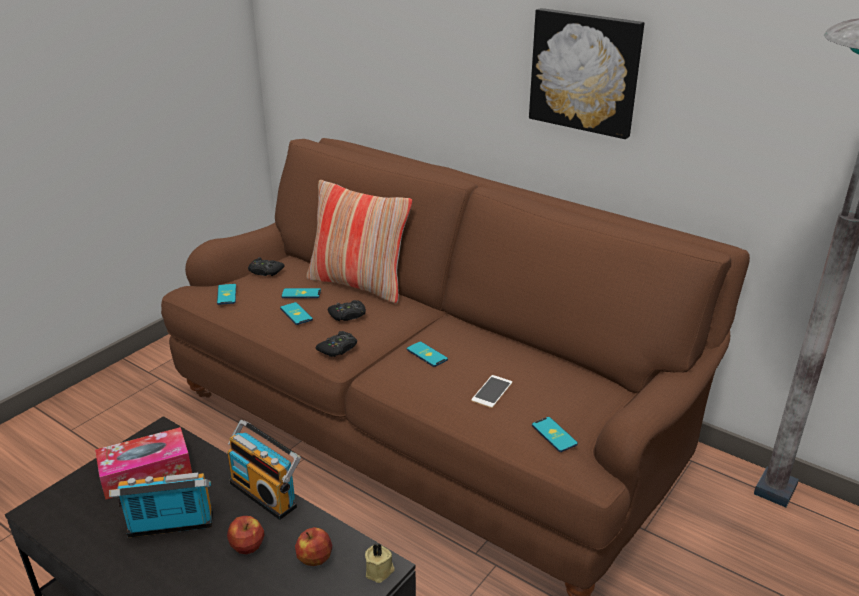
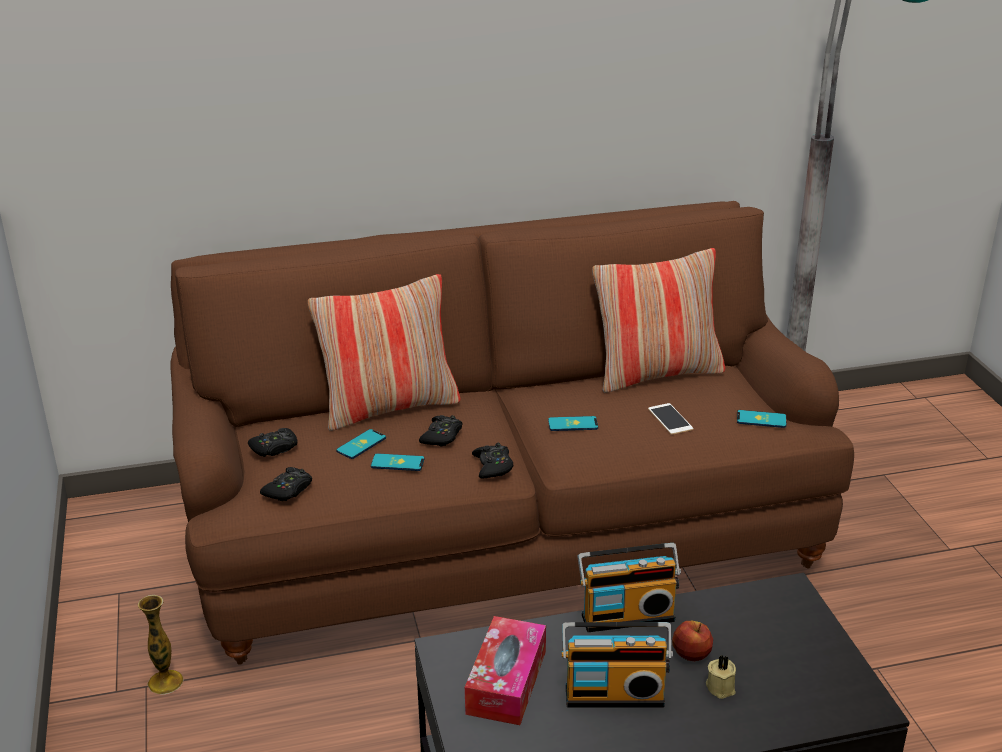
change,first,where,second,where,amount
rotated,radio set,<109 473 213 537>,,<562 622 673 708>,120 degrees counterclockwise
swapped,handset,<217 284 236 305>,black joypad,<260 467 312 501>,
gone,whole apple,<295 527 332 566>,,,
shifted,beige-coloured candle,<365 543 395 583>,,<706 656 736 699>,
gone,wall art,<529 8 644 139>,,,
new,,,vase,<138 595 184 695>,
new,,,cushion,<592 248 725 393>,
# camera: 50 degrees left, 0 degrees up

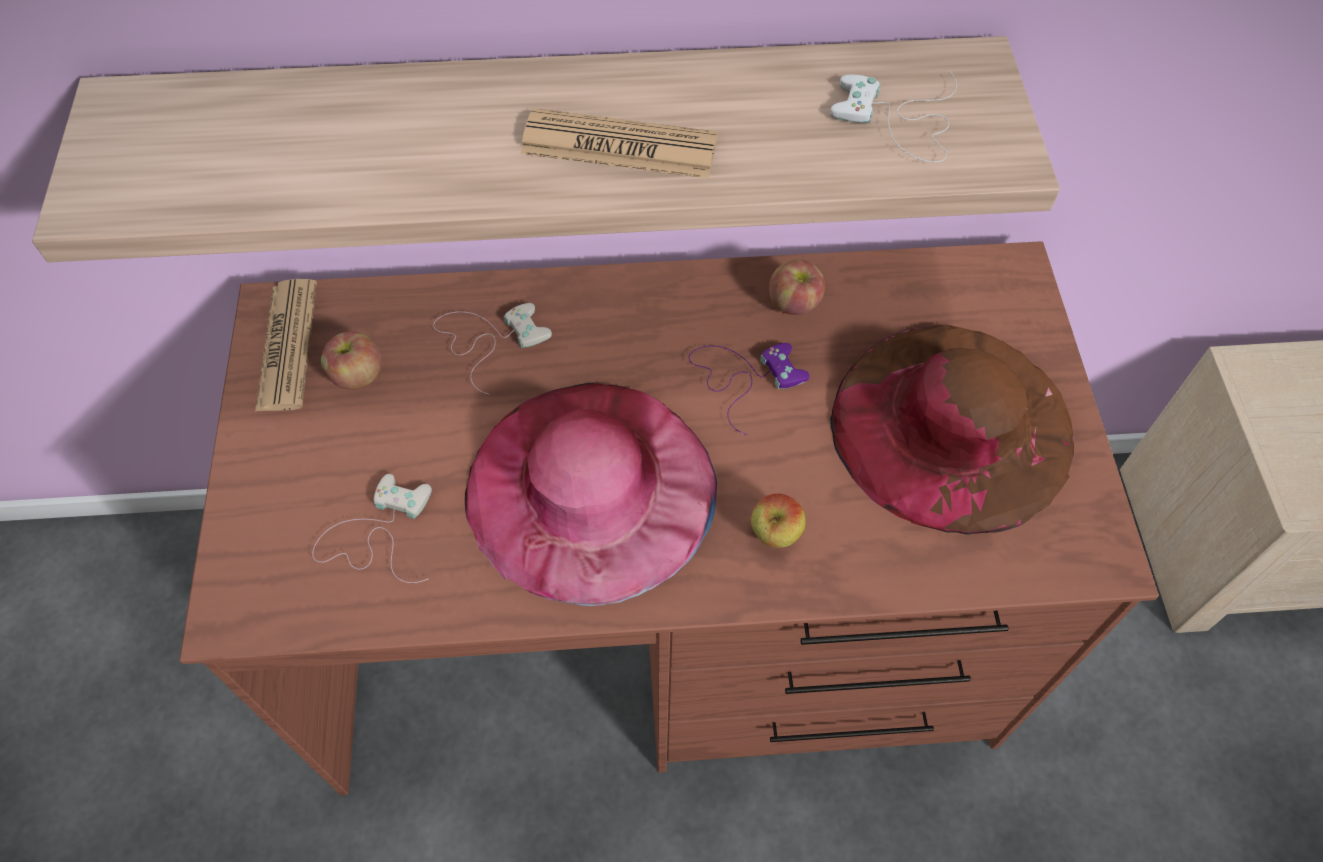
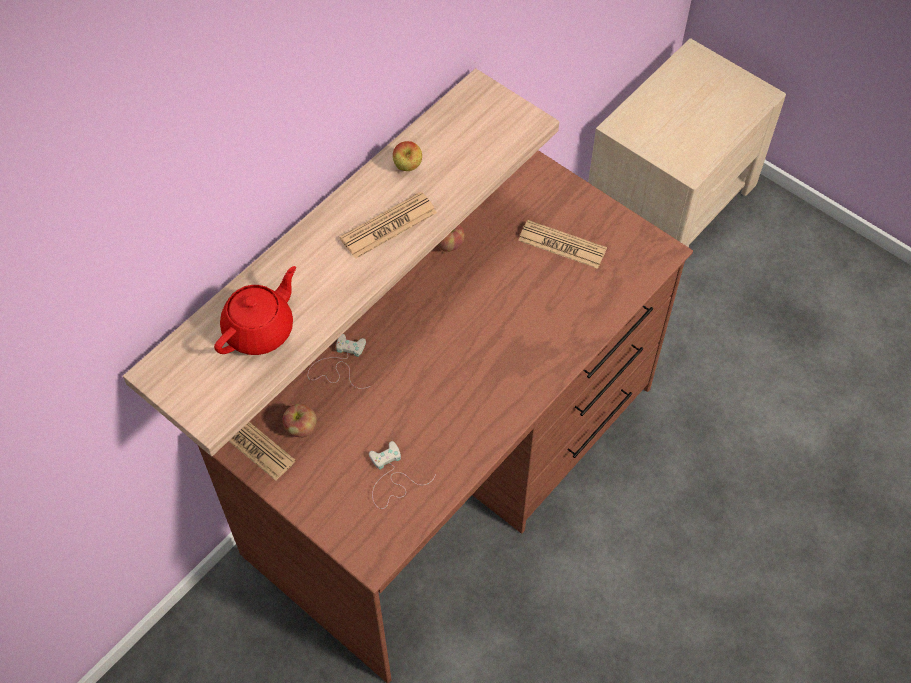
change,first,where,second,where,amount
gone,pink-coloured wearable hat,<465 383 717 606>,,,
gone,purplish joypad,<689 343 810 435>,,,
shifted,whole apple,<751 493 806 548>,,<393 141 422 171>,
gone,white-coloured joypad,<830 71 957 162>,,,
swapped,brown-coloured wearable hat,<830 325 1074 535>,daily paper,<518 220 607 269>,
new,,,reddish teapot,<214 266 296 355>,
# camera: 45 degrees left, 0 degrees up

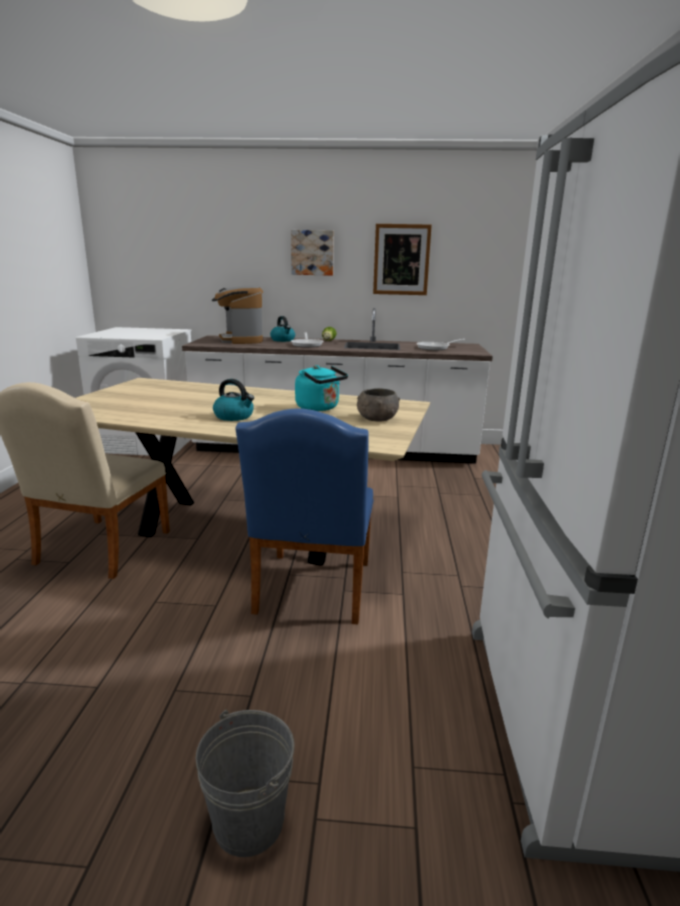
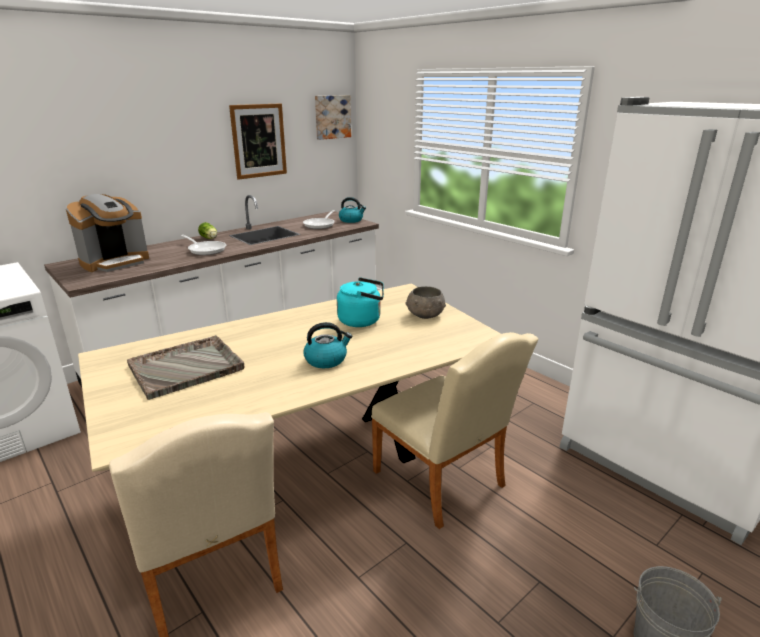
change,first,where,second,where,amount
rotated,coffee machine,<212 286 263 344>,,<66 194 149 272>,75 degrees counterclockwise
repainted,blue upright chair,<235 408 374 624>,beige-coloured upright chair,<371 332 538 529>,
shifted,kettle,<270 316 295 342>,,<339 197 366 223>,
shifted,wall art,<291 230 334 276>,,<315 95 351 140>,
new,,,greyish carrying tray,<127 335 244 400>,
# camera: 45 degrees left, 5 degrees up

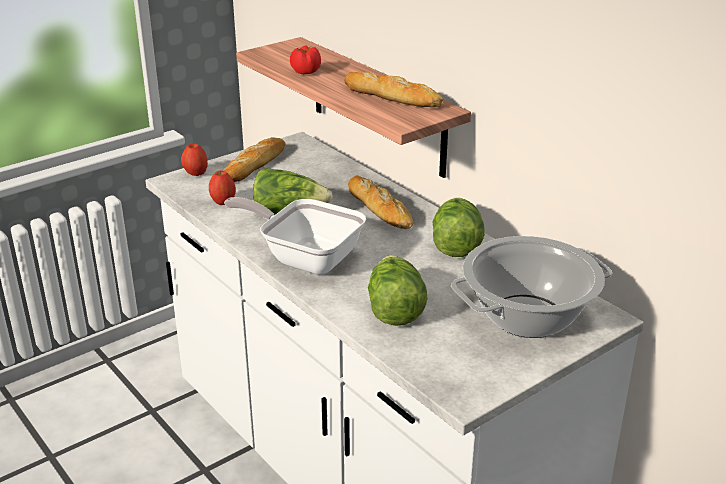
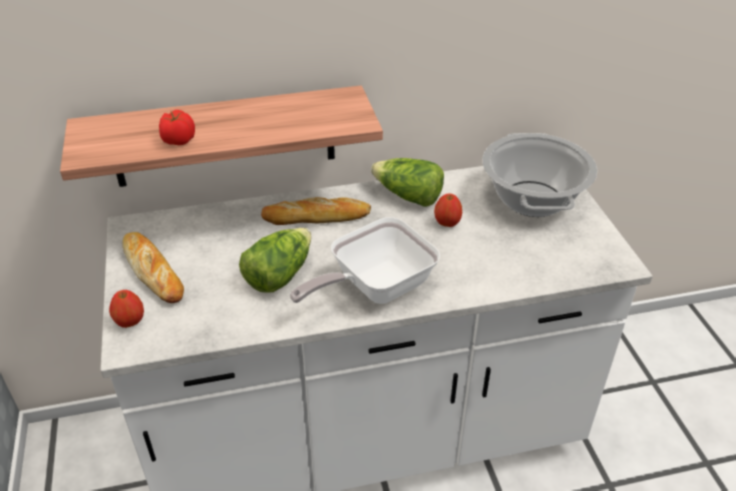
change,first,where,second,where,amount
shifted,whole apple,<209 171 236 205>,,<434 193 462 227>,
gone,bakery bread,<344 72 444 107>,,,
gone,lettuce head,<368 255 427 326>,,,
# camera: 65 degrees left, 10 degrees up

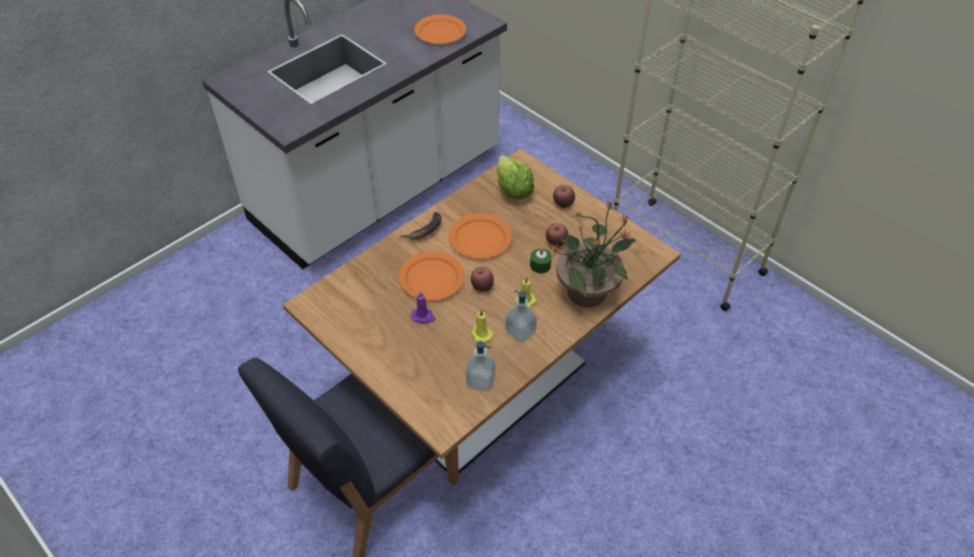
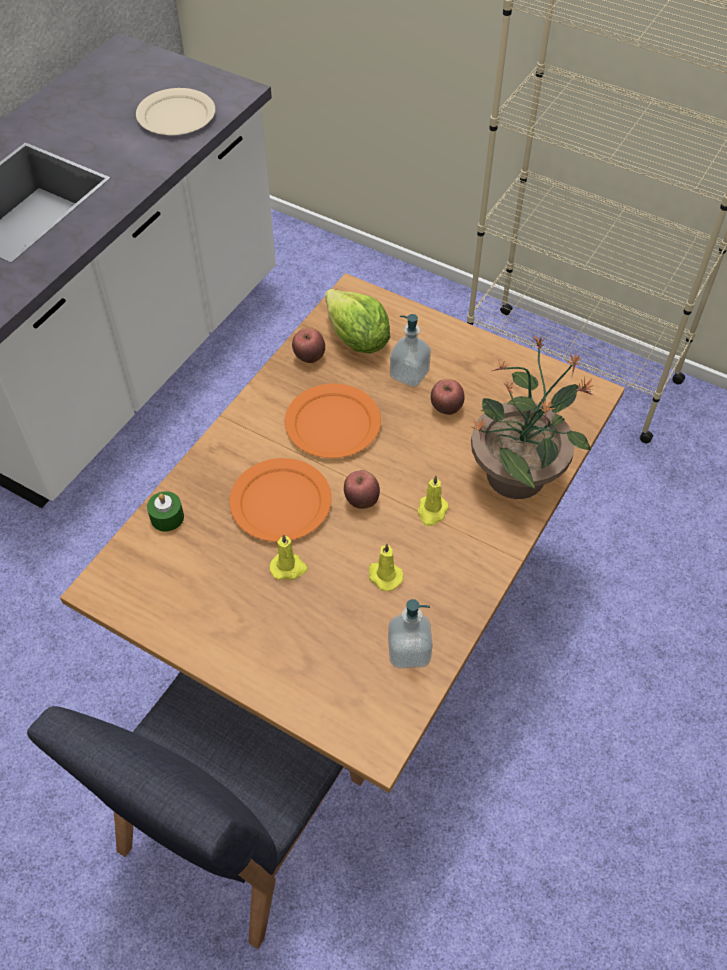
change,first,where,second,where,amount
gone,whole banana,<400 212 442 239>,,,
repainted,purplish candle,<411 291 435 324>,yellow-coloured candle,<270 534 308 580>,
repainted,orange-coloured flat dish,<414 14 466 44>,beige-coloured flat dish,<136 88 215 135>,
shifted,soap bottle,<505 290 537 342>,,<390 314 431 387>,
shifted,green-coloured candle,<530 248 552 273>,,<147 491 184 532>,
shifted,whole apple,<553 185 575 208>,,<292 328 325 363>,
# camera: 15 degrees left, 5 degrees up

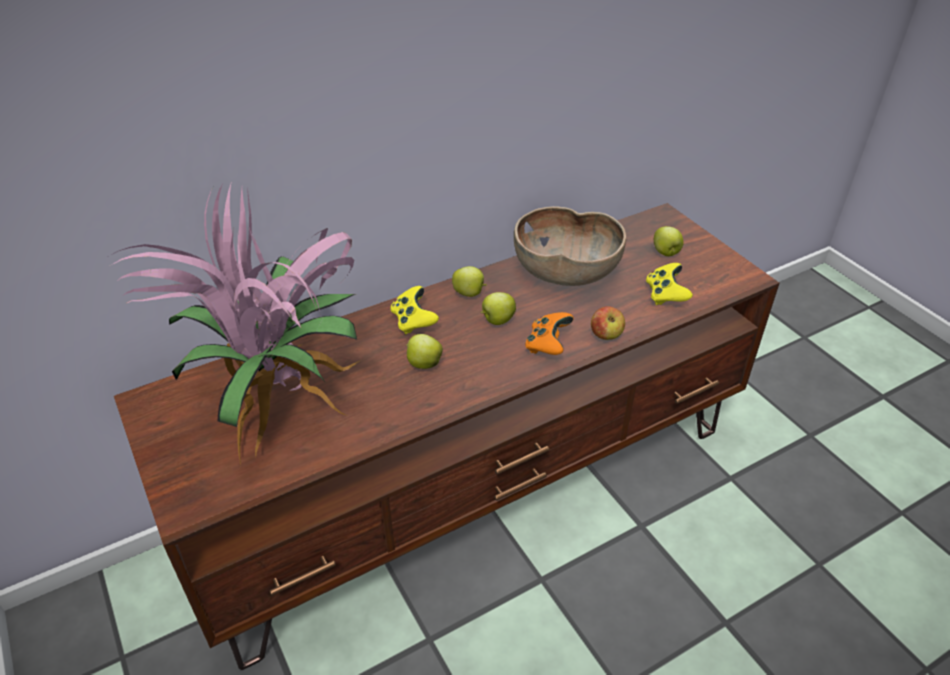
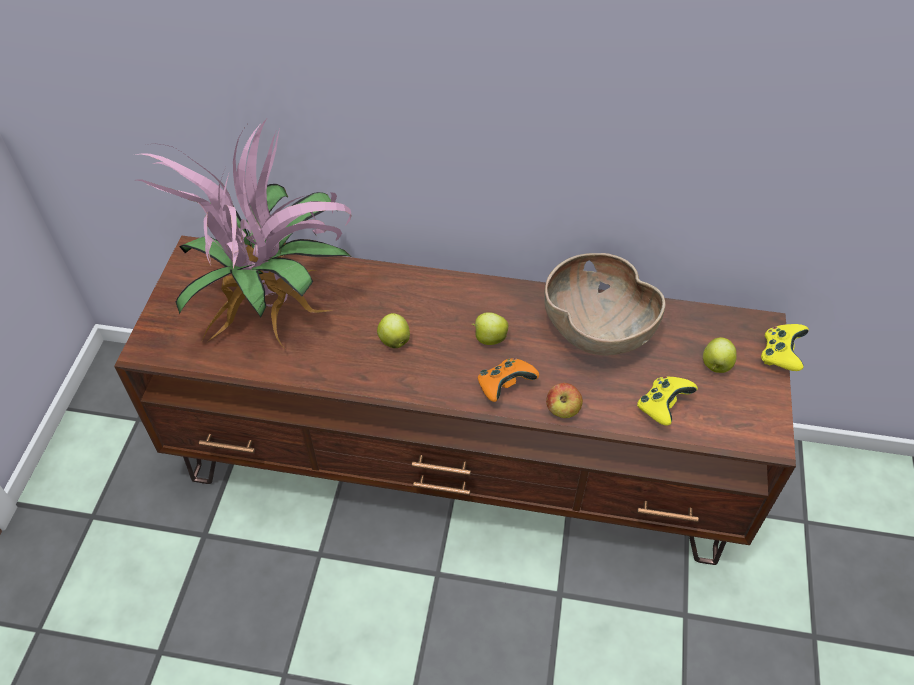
change,first,where,second,where,amount
shifted,yellow-coloured joypad,<390 286 439 334>,,<761 324 809 371>,
gone,whole apple,<452 266 487 297>,,,
# camera: 40 degrees right, 10 degrees up

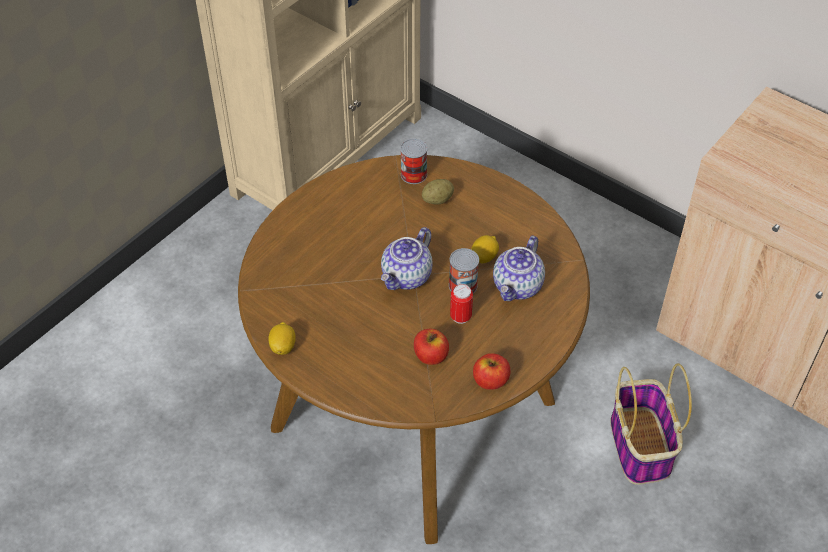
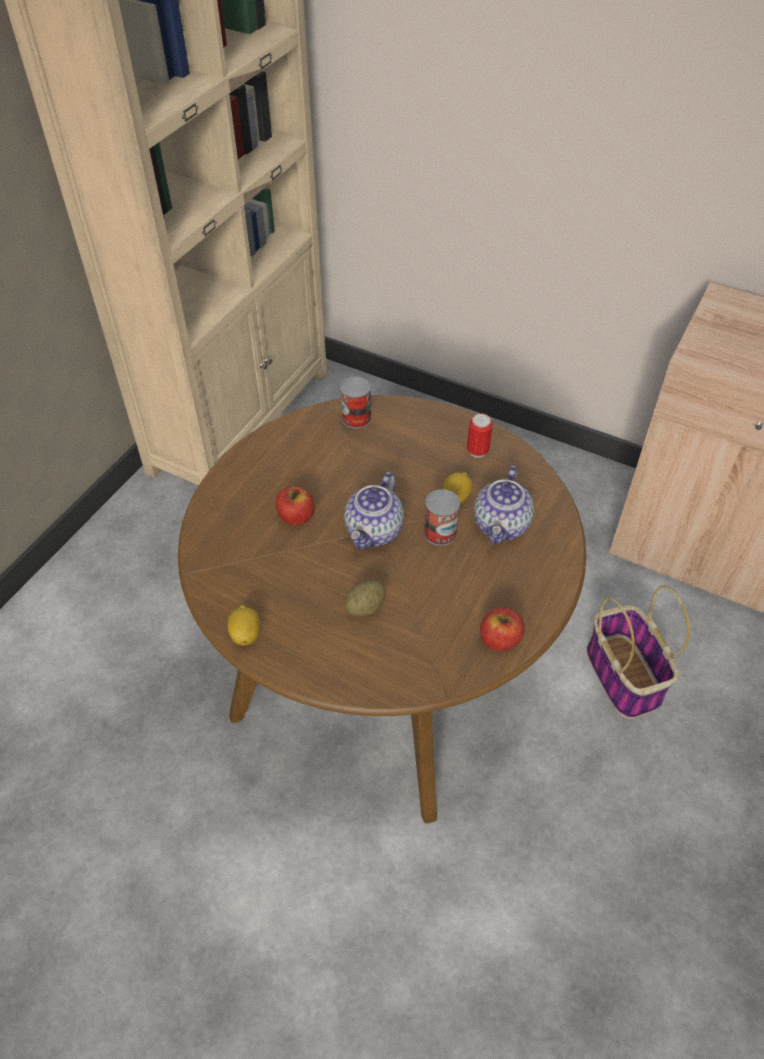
change,first,where,second,where,amount
shifted,whole apple,<414 329 449 365>,,<275 486 314 525>,
shifted,potato,<422 179 454 205>,,<345 581 386 616>,
shifted,sealed can,<450 284 473 324>,,<467 414 493 458>,
# camera: 10 degrees left, 0 degrees up

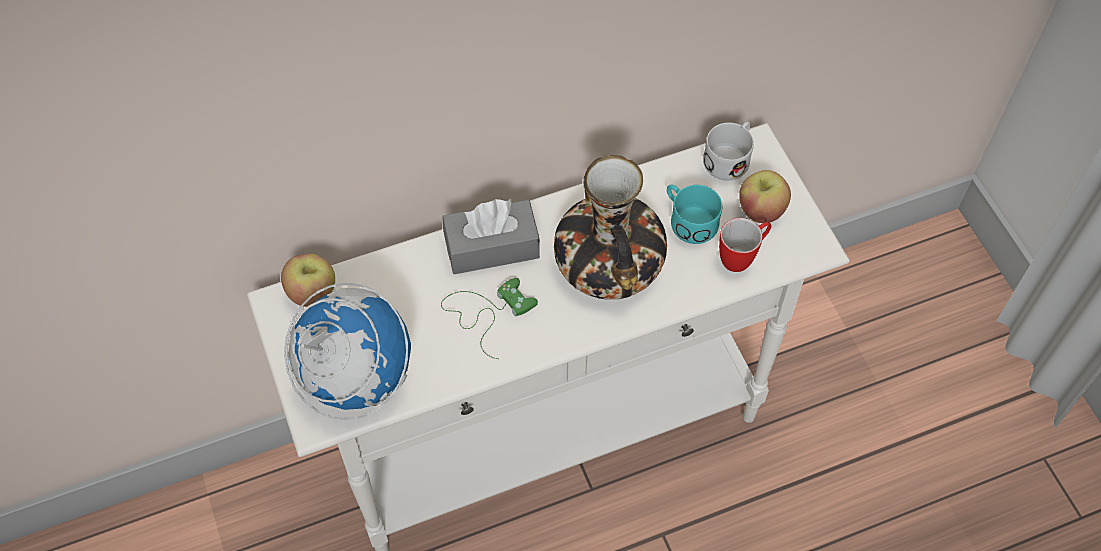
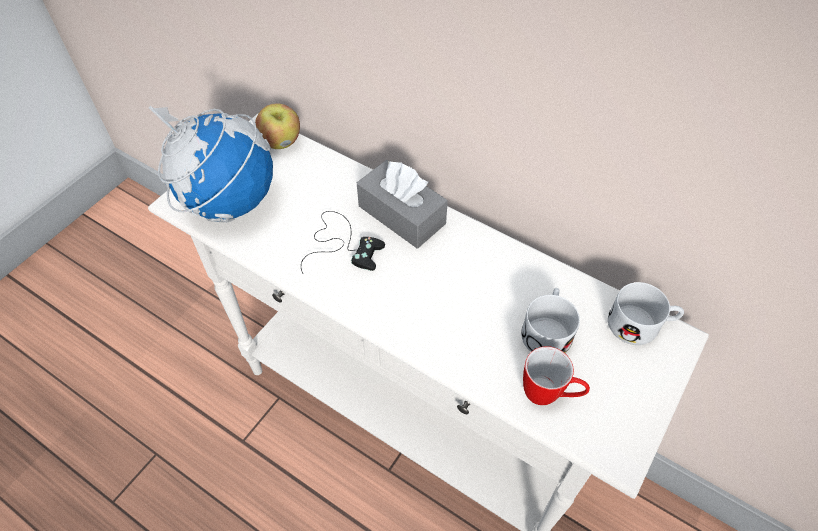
change,first,where,second,where,amount
repainted,green-coloured joypad,<441 278 538 359>,black joypad,<301 211 385 274>,
gone,vase,<554 155 667 300>,,,
repainted,turquoise tea mug,<667 185 722 244>,white-coloured tea mug,<521 288 580 353>,
gone,whole apple,<739 170 791 223>,,,
# camera: 55 degrees right, 5 degrees down

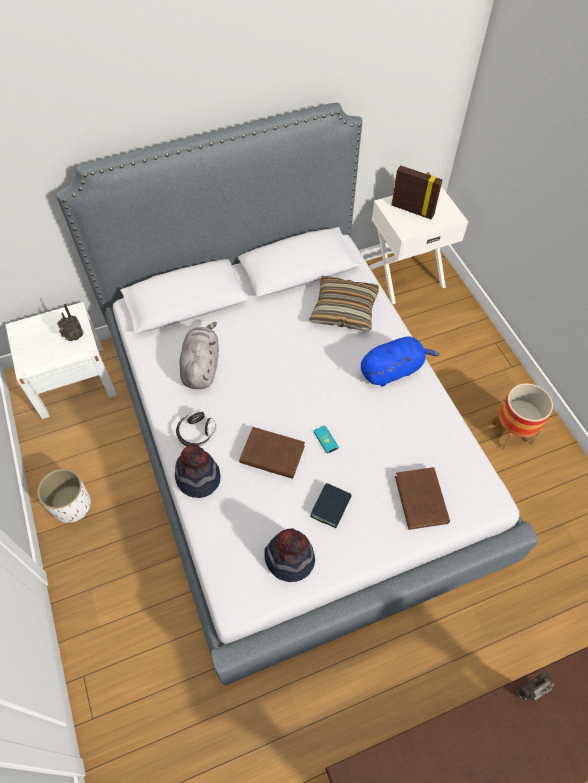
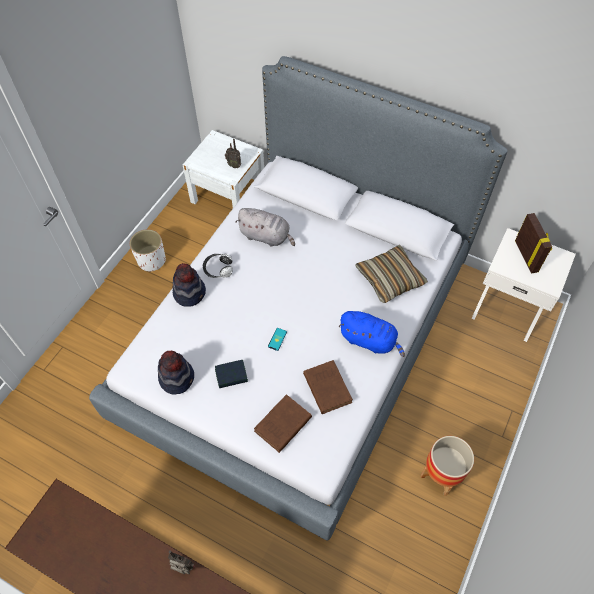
change,first,where,second,where,amount
rotated,greyish plush toy,<180 322 219 389>,,<236 208 295 247>,60 degrees clockwise
shifted,brown-coloured volume,<239 427 305 479>,,<303 360 353 414>,
# camera: 50 degrees right, 0 degrees up

